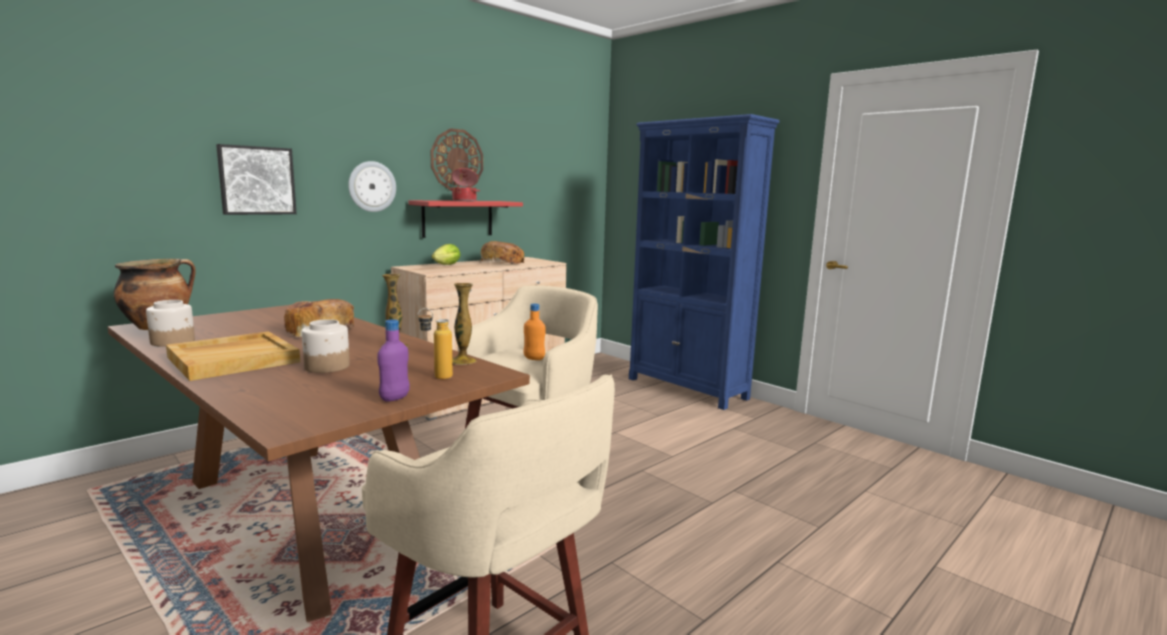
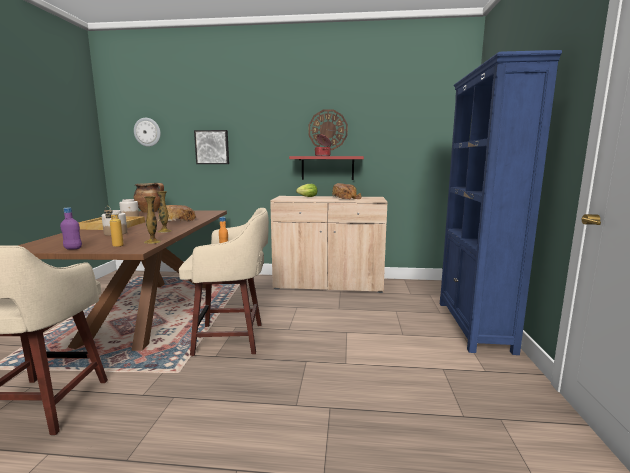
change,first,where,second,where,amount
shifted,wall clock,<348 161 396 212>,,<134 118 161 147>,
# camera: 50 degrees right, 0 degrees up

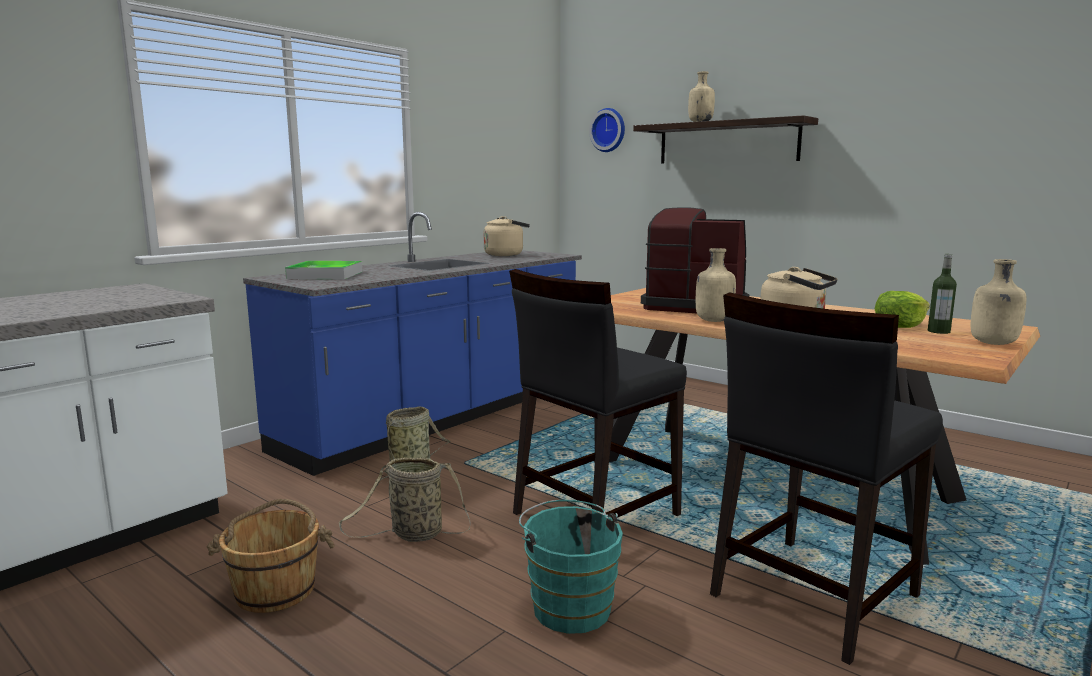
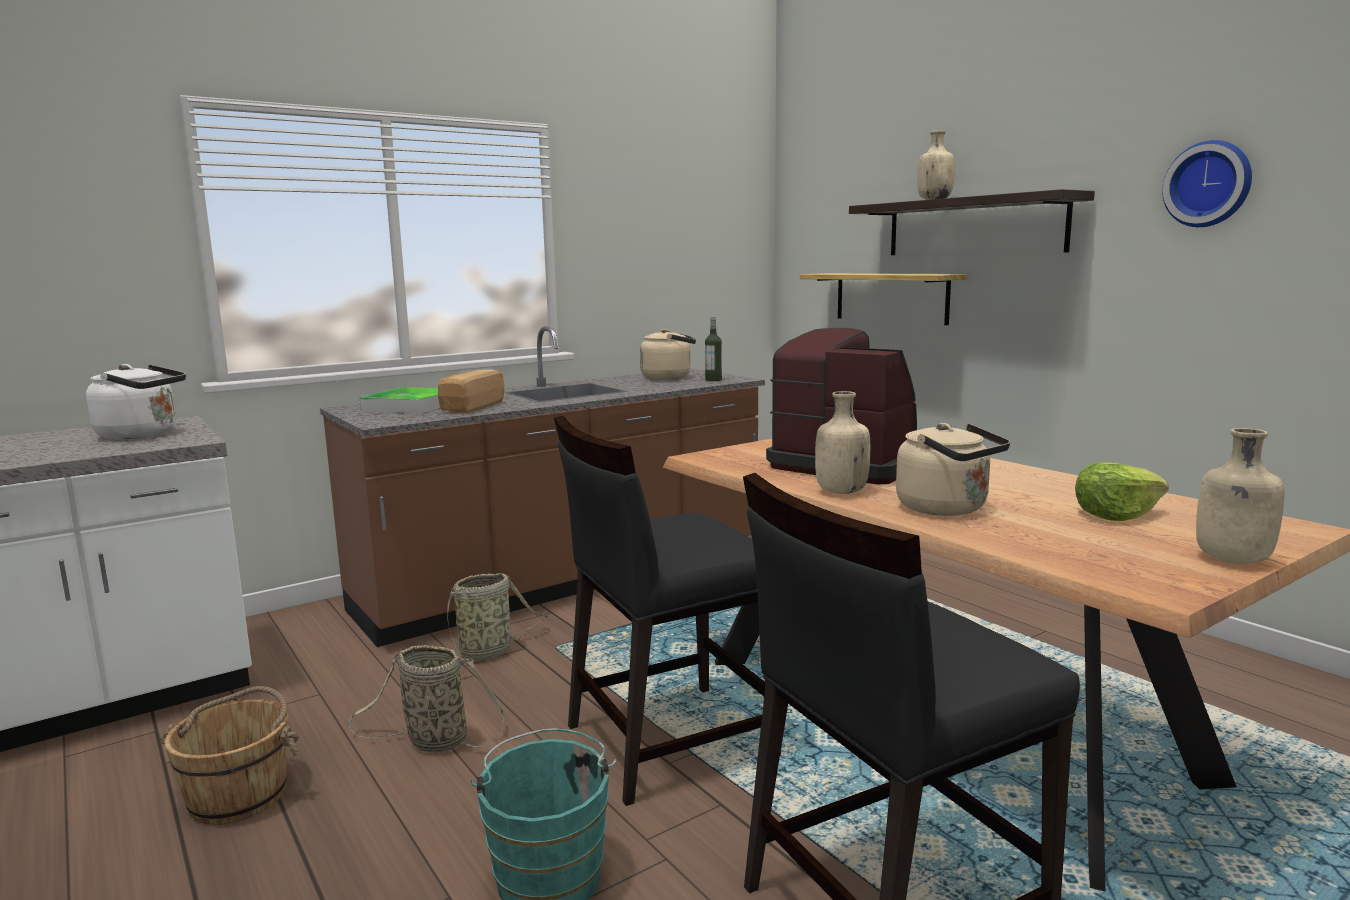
change,first,where,second,where,amount
repainted,blue counter,<243 212 582 476>,brown-coloured counter,<320 326 765 647>,
shifted,wall clock,<589 108 625 152>,,<1162 140 1252 227>,
shifted,beverage bottle,<928 254 957 334>,,<705 317 722 381>,
new,,,white-coloured kettle,<86 364 186 439>,
new,,,bakery bread,<438 369 504 413>,
new,,,wall shelf,<800 273 967 325>,
# camera: 15 degrees right, 0 degrees up

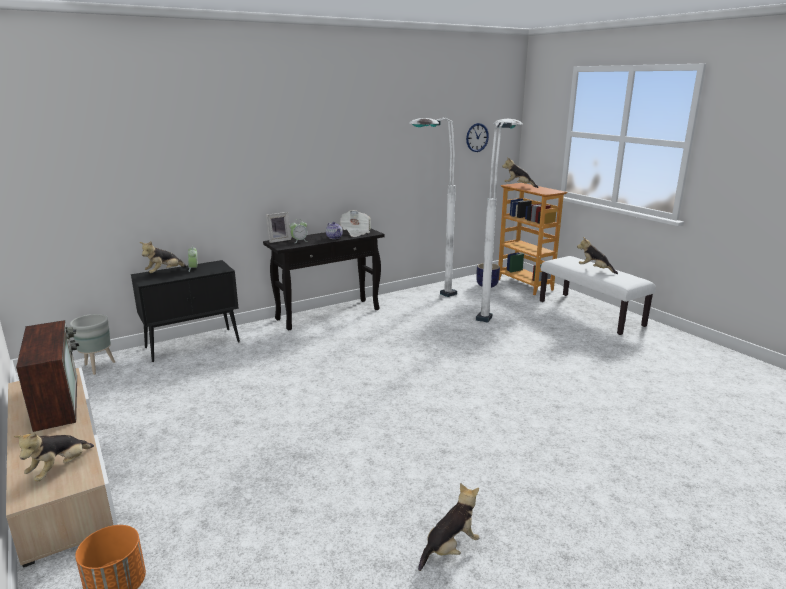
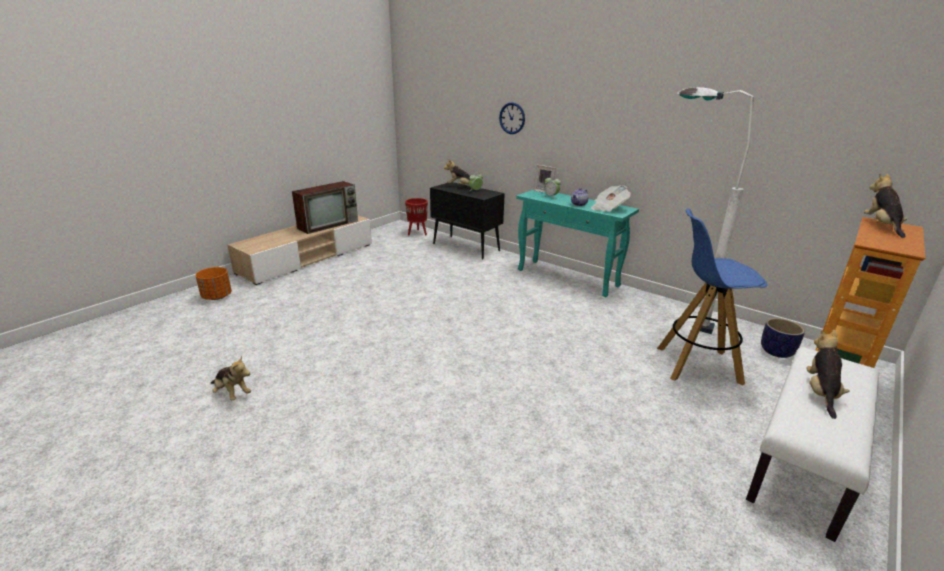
change,first,where,second,where,amount
gone,plush toy,<13 432 94 481>,,,
repainted,greyish flower pot,<70 314 115 375>,reddish flower pot,<405 198 428 235>,
repainted,black hall table,<263 229 384 331>,turquoise hall table,<516 190 639 297>,
shifted,wall clock,<466 123 489 152>,,<499 102 525 134>,
swapped,white-coloured standing lamp,<476 119 522 323>,blue stool,<657 209 767 385>,
# camera: 70 degrees right, 5 degrees up

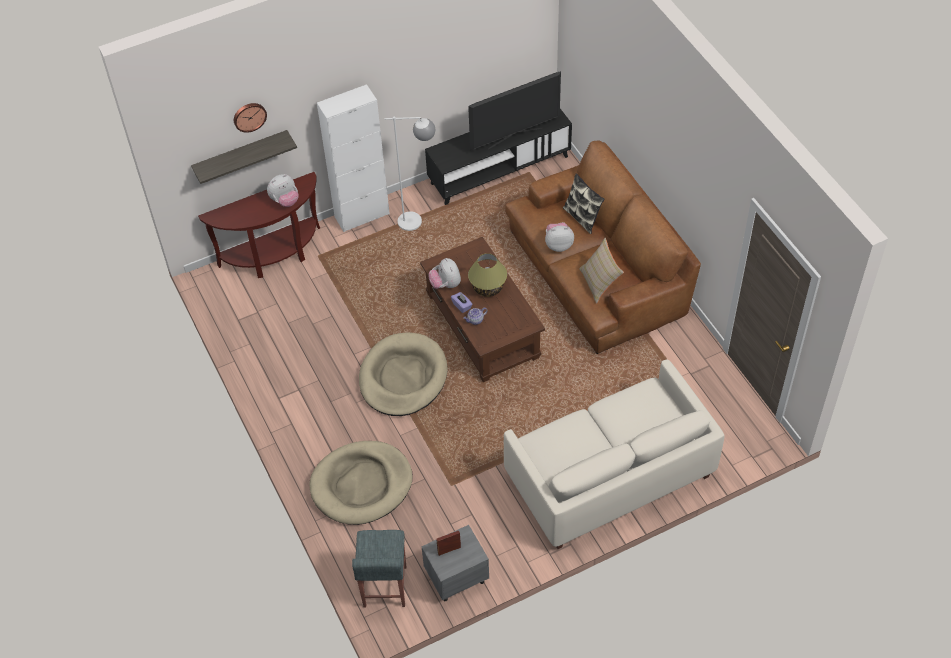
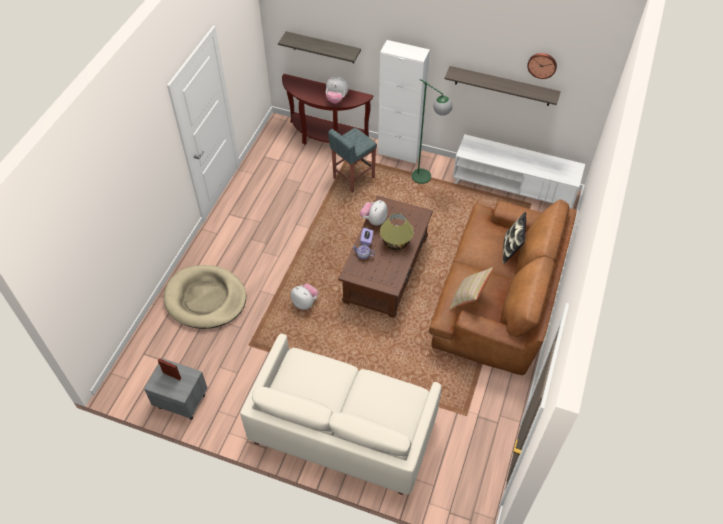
change,first,where,second,where,amount
shifted,wall clock,<234 103 267 133>,,<527 53 557 79>,
shifted,greyish stool,<352 530 406 607>,,<328 128 377 193>,
gone,beige-coloured pet bed,<359 332 448 416>,,,
repainted,white-coloured standing lamp,<384 116 435 231>,green-coloured standing lamp,<412 79 453 184>,
repainted,black media console,<425 109 572 205>,white-coloured media console,<453 134 585 208>,
gone,television,<468 71 561 150>,,,
shifted,plush toy,<545 222 574 252>,,<291 283 319 310>,
new,,,wall shelf,<444 66 561 106>,
# camera: 45 degrees right, 0 degrees up

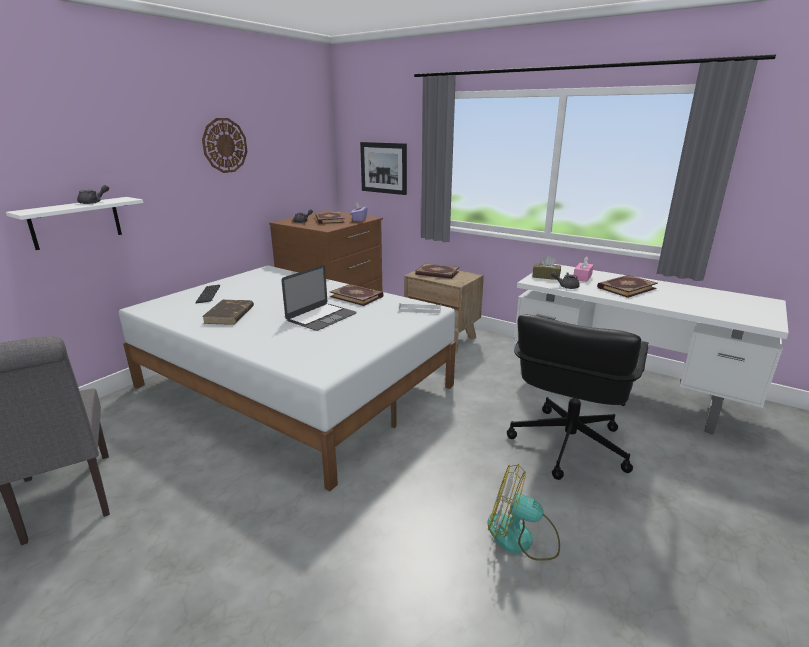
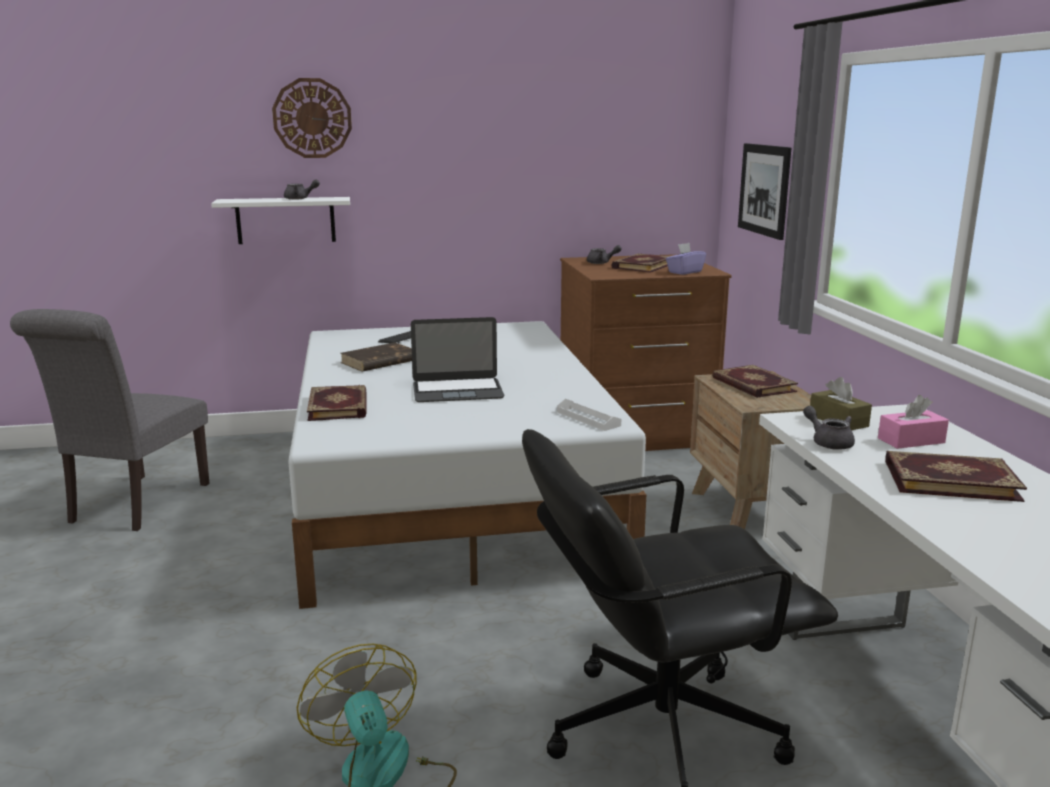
change,first,where,second,where,amount
shifted,wall clock,<202 118 248 173>,,<272 78 352 158>,
shifted,volume,<330 284 384 306>,,<307 385 366 421>,
# camera: 45 degrees right, 5 degrees down

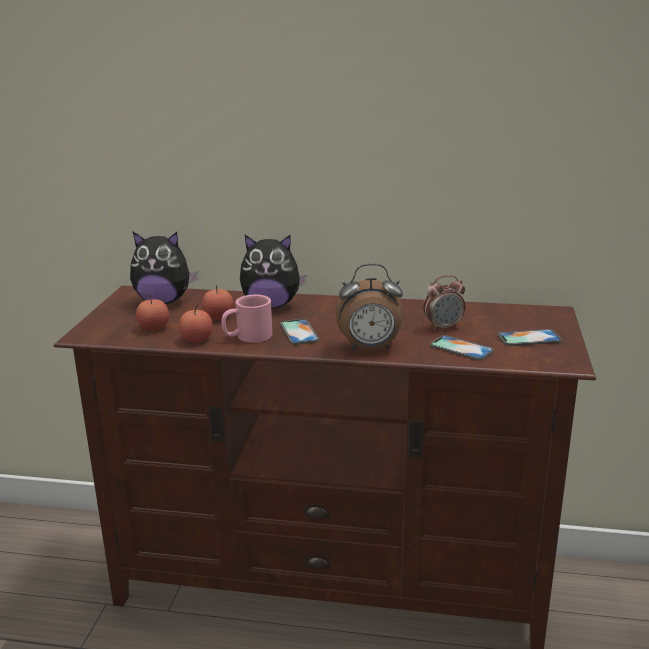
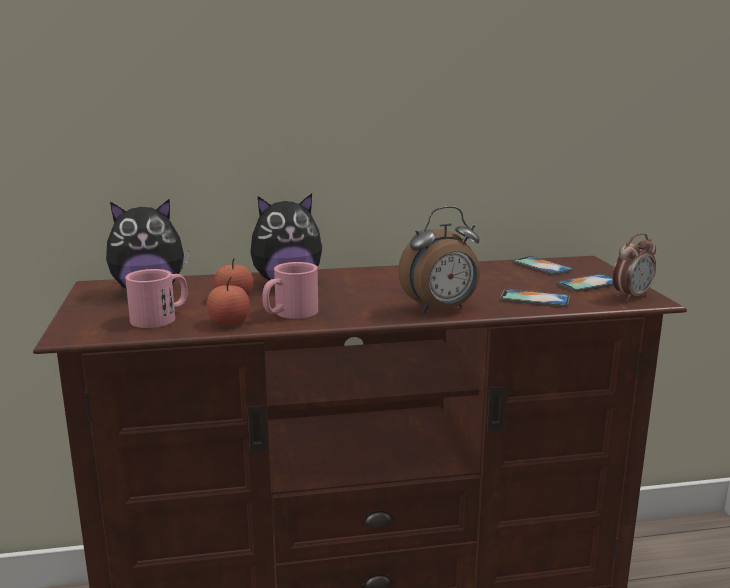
change,first,where,second,where,amount
swapped,whole apple,<136 293 169 331>,pink-coloured tea mug,<125 269 188 328>,
shifted,handset,<281 319 319 345>,,<513 256 573 275>,
shifted,alarm clock,<423 275 465 331>,,<612 233 656 301>,
# camera: 20 degrees left, 5 degrees down

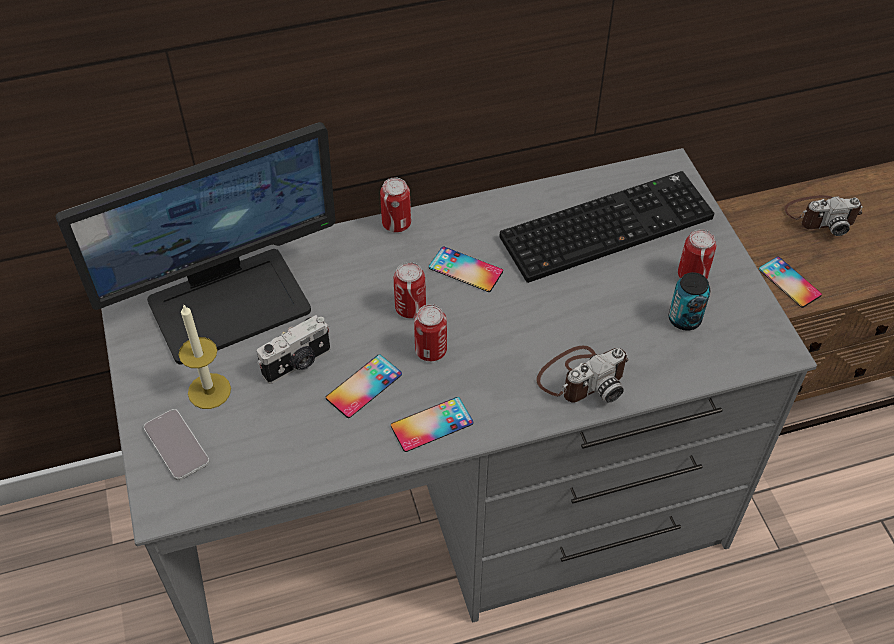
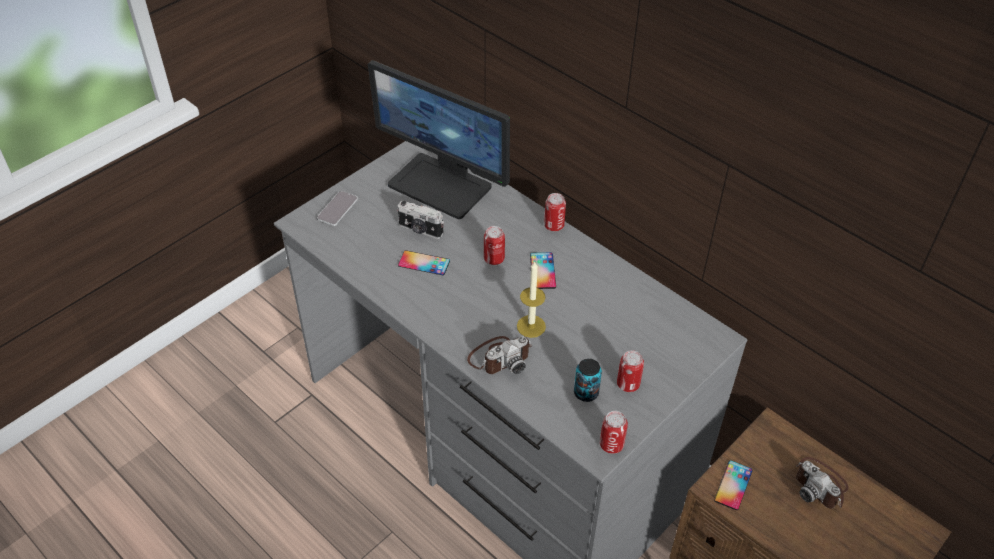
change,first,where,second,where,amount
shifted,candle,<179 304 231 409>,,<517 262 546 338>,
gone,handset,<391 397 473 452>,,,
shifted,sealed can,<414 304 447 361>,,<600 411 628 454>,
gone,computer keyboard,<499 171 714 283>,,,
rotated,still camera,<537 346 629 403>,,<467 336 532 374>,60 degrees counterclockwise
# camera: 60 degrees right, 5 degrees down

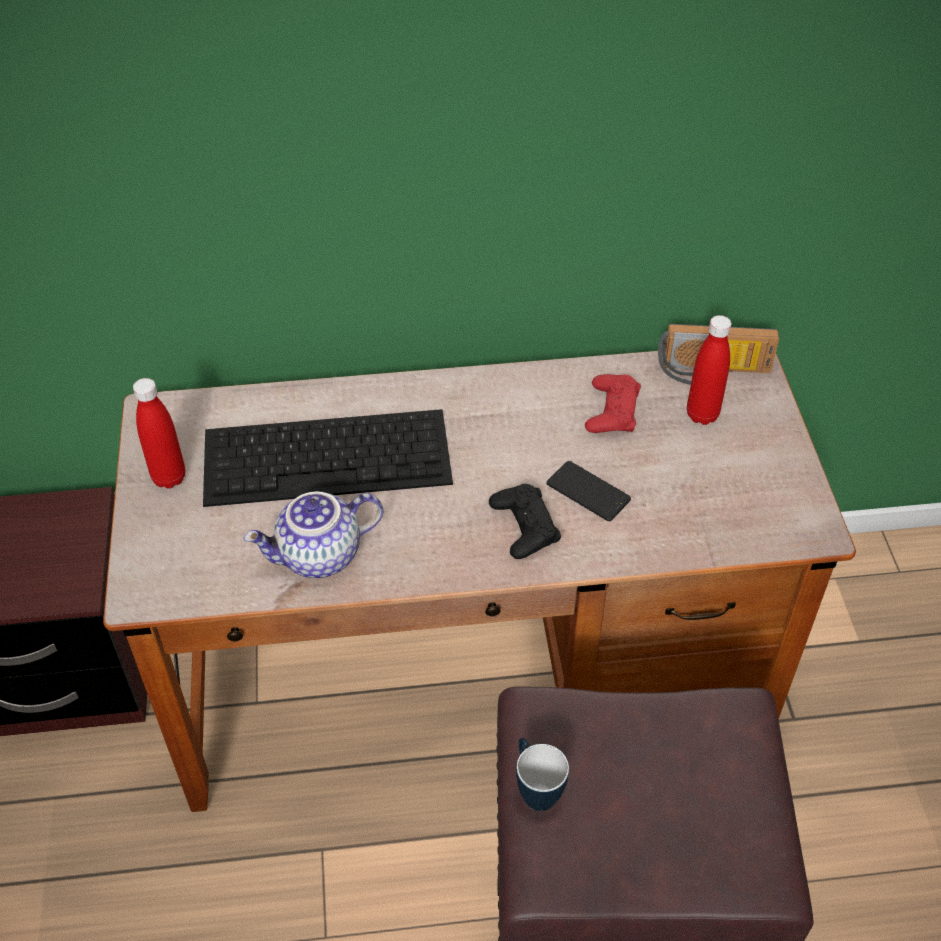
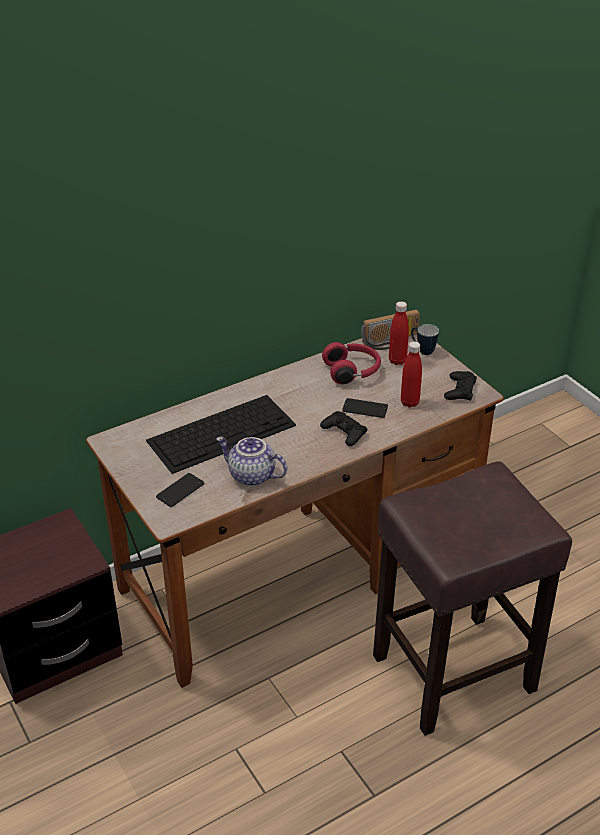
change,first,where,second,where,amount
shifted,reddish beverage bottle,<133 378 185 489>,,<401 341 422 408>,
rotated,teapot,<244 491 383 578>,,<216 437 287 486>,75 degrees clockwise
shifted,tea mug,<516 738 569 811>,,<411 324 439 355>,
swapped,reddish joypad,<585 374 641 433>,reddish headset,<322 342 381 384>,
new,,,handset,<156 473 205 507>,
new,,,black joypad,<444 371 477 401>,
# camera: 25 degrees left, 10 degrees down

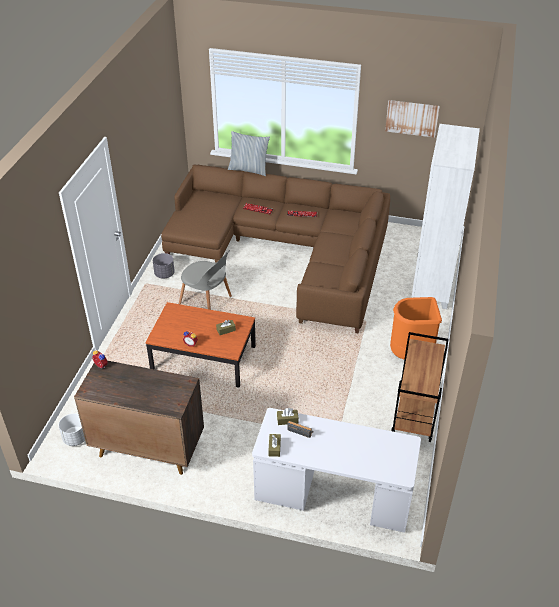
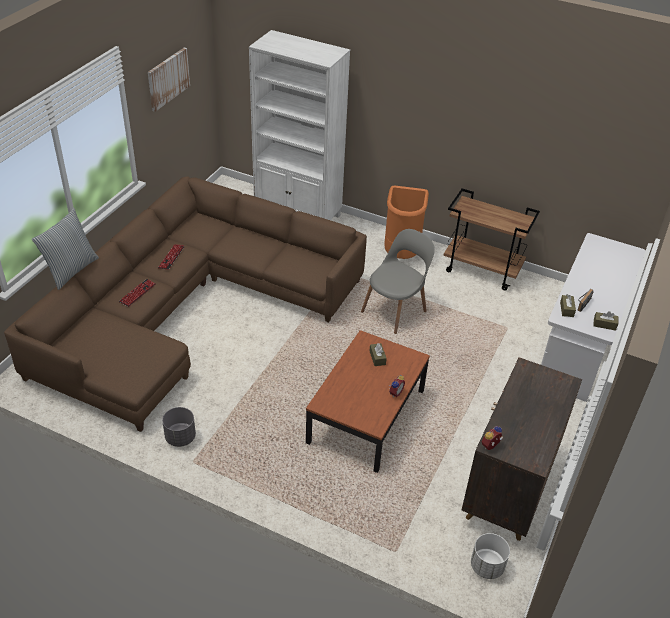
change,first,where,second,where,amount
shifted,greyish upright chair,<179 250 232 310>,,<361 229 435 334>,
# camera: 80 degrees left, 0 degrees up

